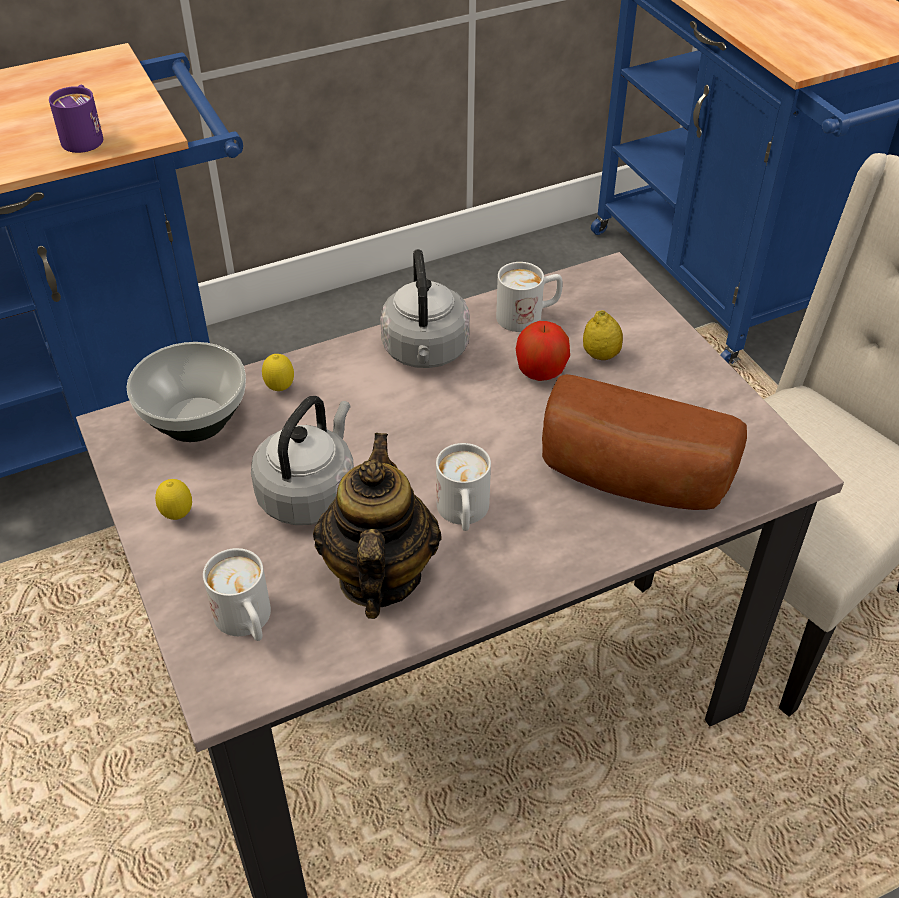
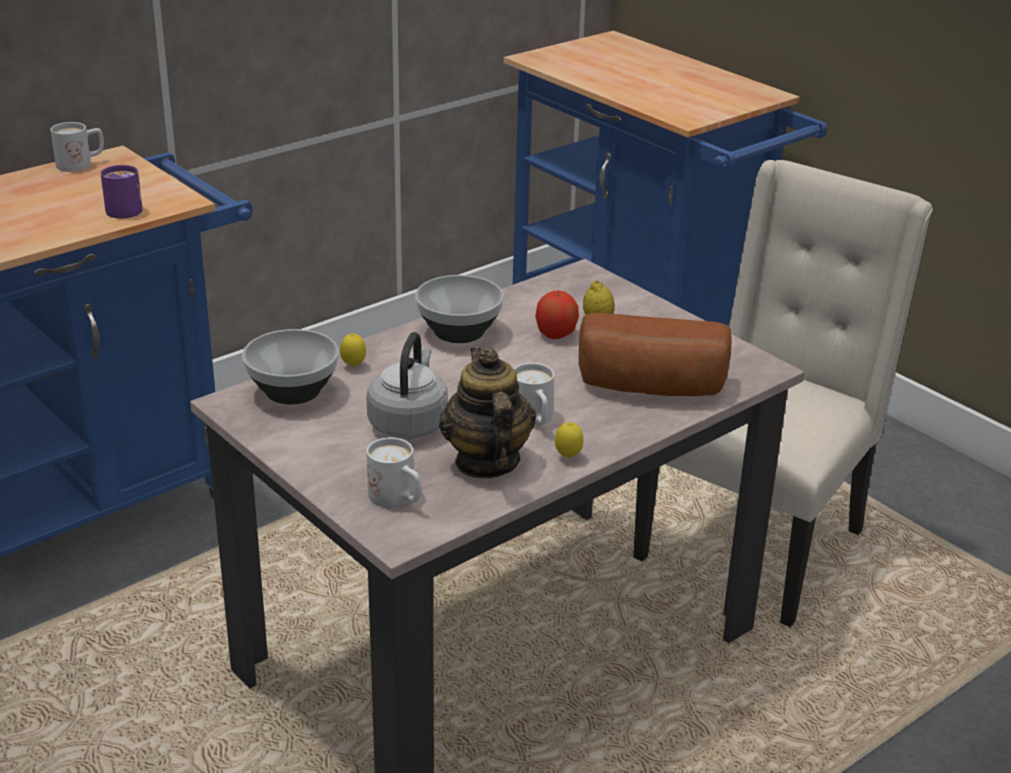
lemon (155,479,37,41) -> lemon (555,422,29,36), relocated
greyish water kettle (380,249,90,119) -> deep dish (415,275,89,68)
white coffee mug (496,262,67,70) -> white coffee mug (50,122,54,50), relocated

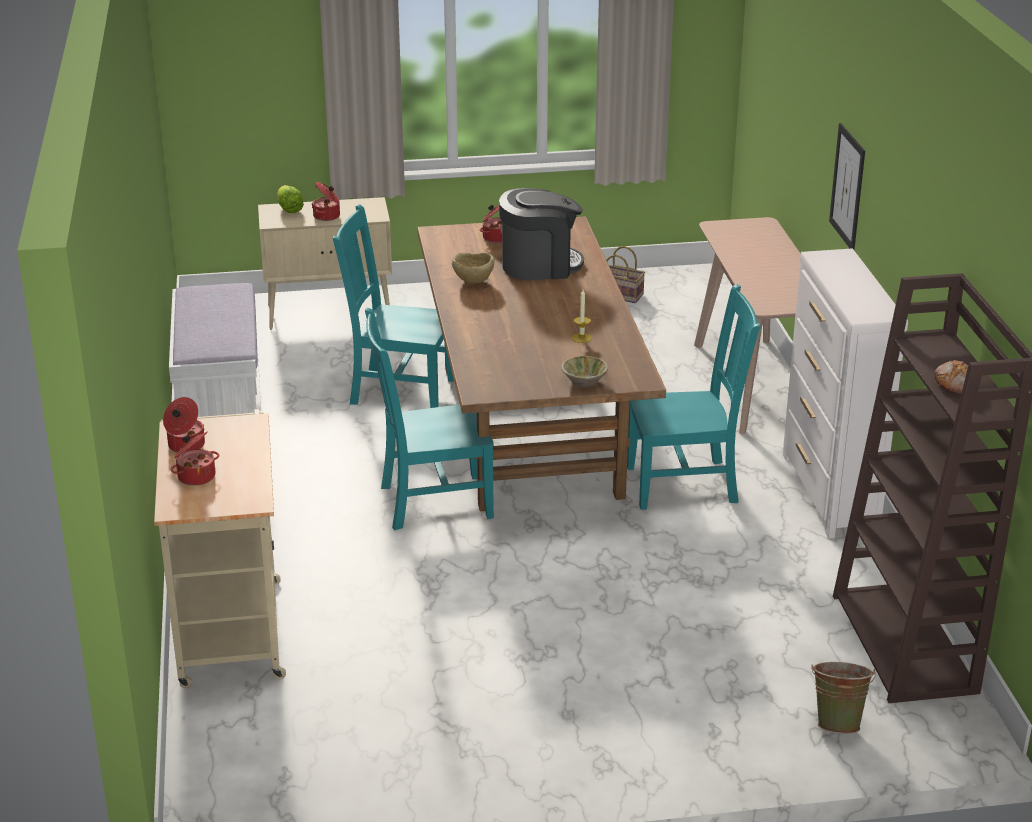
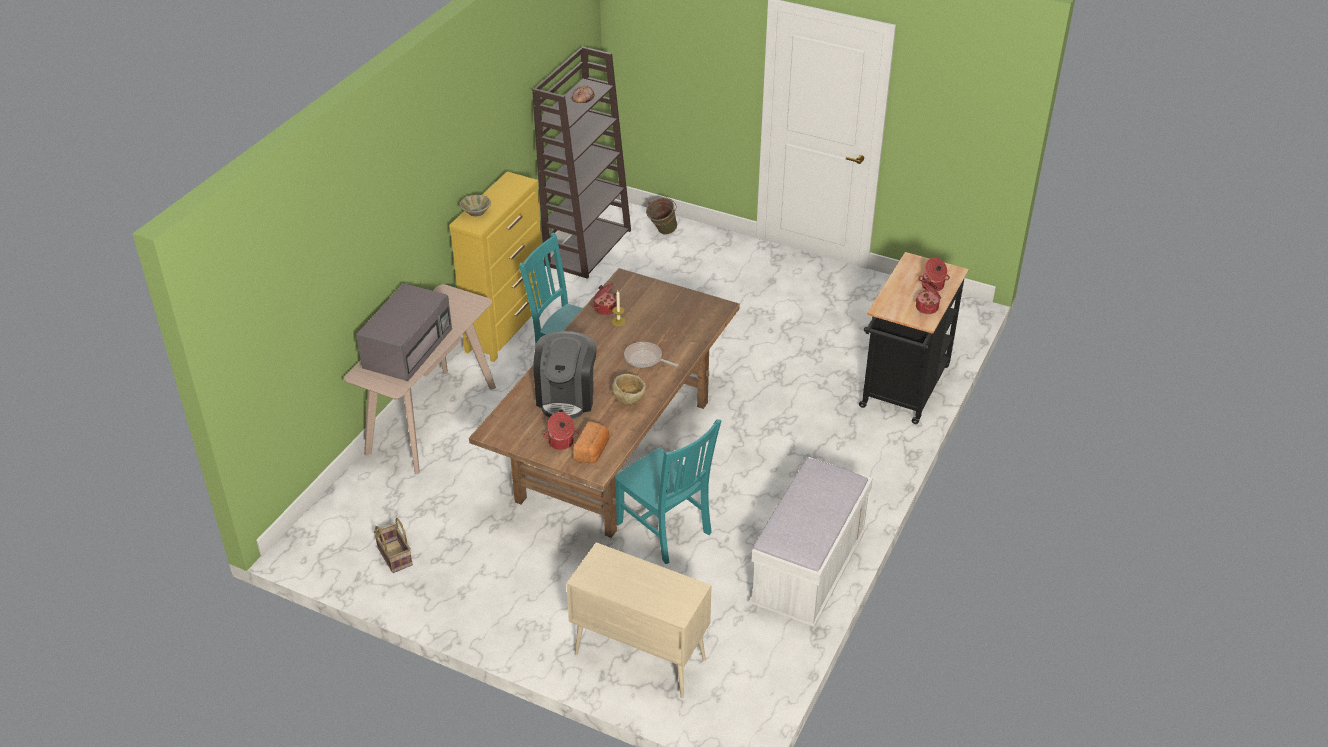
beige-coloured cart (154,409,132,279) -> black-coloured cart (859,252,110,172)
head of lettuce (277,185,27,28) -> none
cooking pot (312,182,28,39) -> cooking pot (591,283,26,32), relocated
turquoise upright chair (365,308,129,222) -> none
coffee brewer (499,188,85,92) -> coffee brewer (533,331,64,88), 105 degrees counterclockwise
beige-coloured deep dish (561,356,47,31) -> beige-coloured deep dish (460,195,31,22), relocated
white dresser (783,248,125,290) -> yellow dresser (449,172,93,190)
wall picture (829,123,36,127) -> none
none -> greyish kitchen microwave (356,283,96,98)
none -> bread (573,421,36,42)
none -> pan (624,342,54,26)

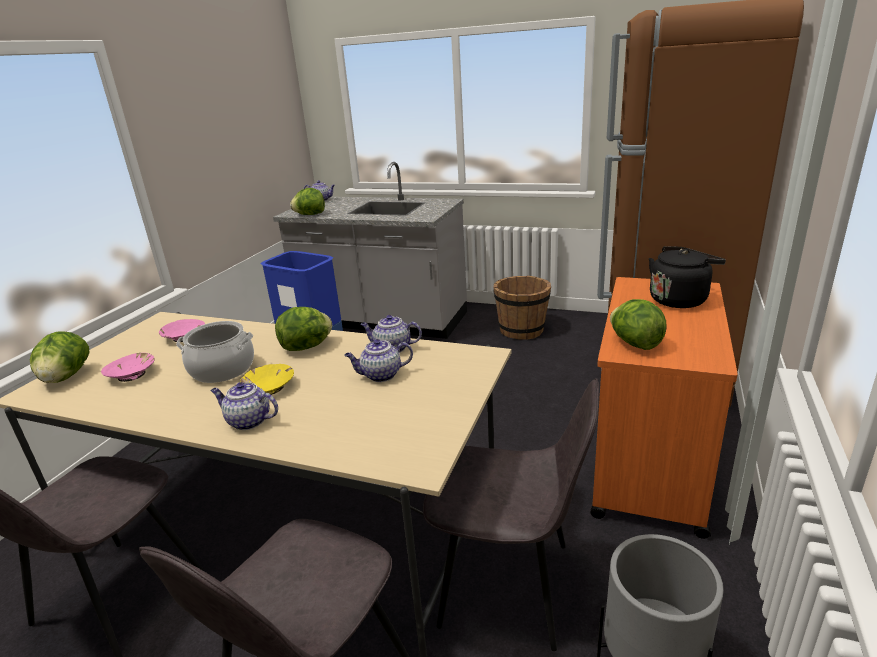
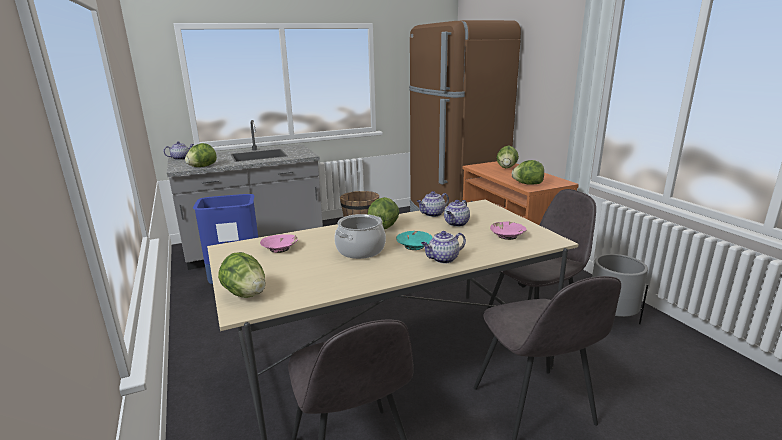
pink deep dish (101,353,54,29) -> pink deep dish (490,222,37,18), relocated
yellow deep dish (240,364,54,31) -> turquoise deep dish (396,231,36,19)
black-coloured water kettle (649,246,77,62) -> head of lettuce (496,145,23,23)

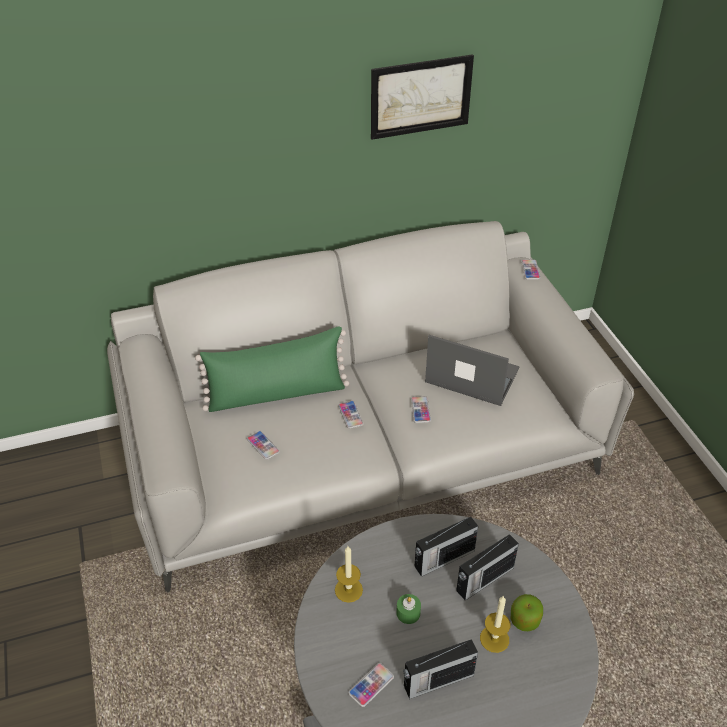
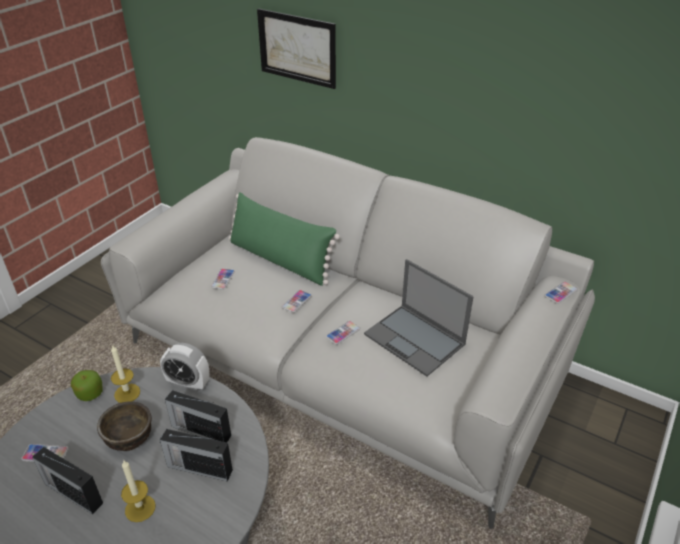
wall picture (371,54,103,86) -> wall picture (257,8,79,81), relocated
green wax light (396,594,25,30) -> brown deep dish (97,401,55,50)
portable computer (425,335,95,71) -> portable computer (364,259,110,118), 150 degrees clockwise
apple fruit (511,594,32,37) -> apple fruit (71,370,31,31), relocated
none -> table clock (160,343,49,48)

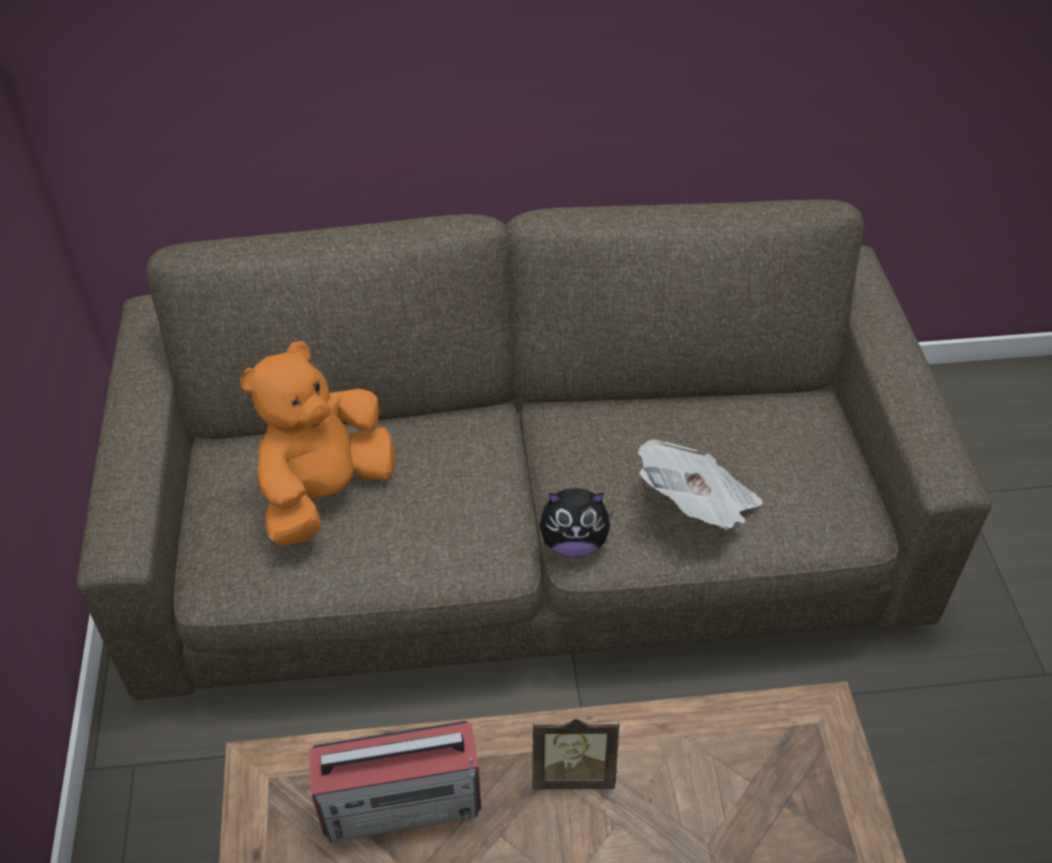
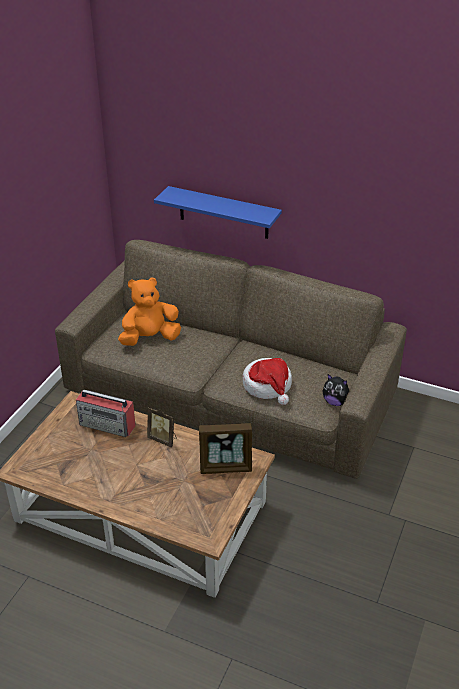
plush toy (539,488,75,69) -> plush toy (322,374,27,32), relocated
daily paper (638,439,124,91) -> hat (243,358,49,47)
none -> bluish bracket shelf (154,186,128,53)
none -> photo frame (199,423,53,51)

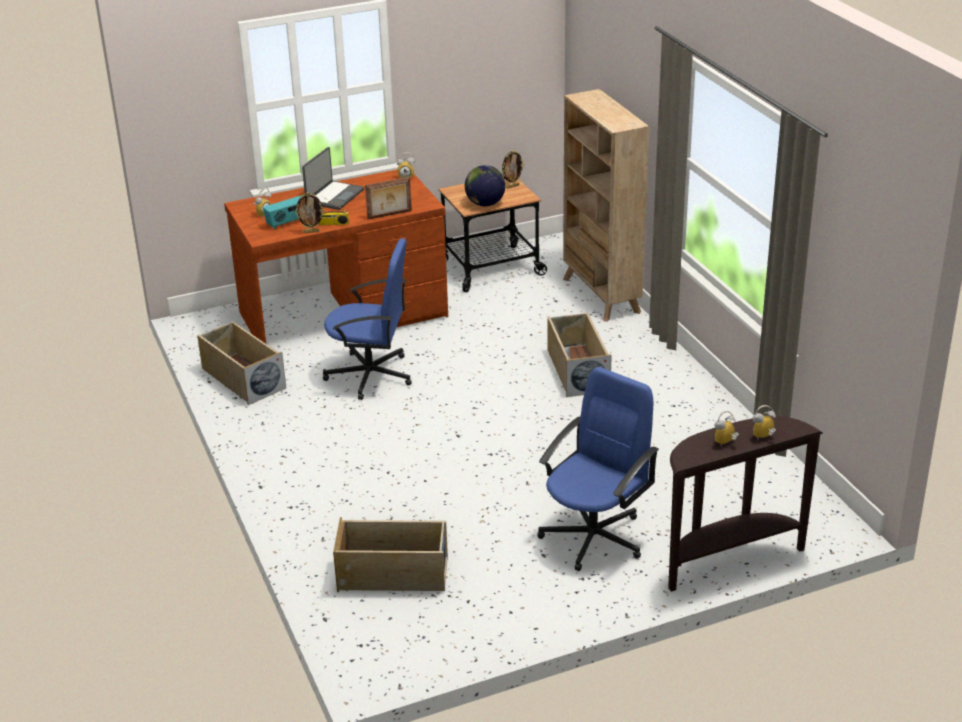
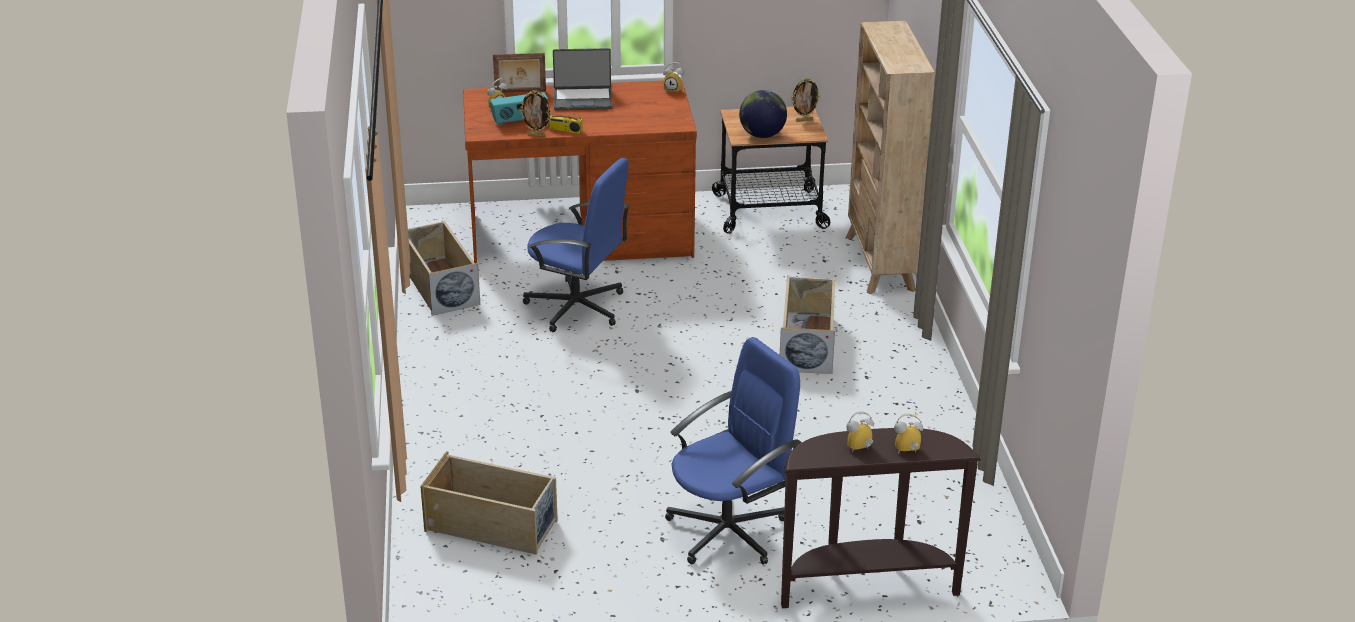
portable computer (302,147,62,63) -> portable computer (553,48,60,62), 45 degrees clockwise
photo frame (365,177,47,43) -> photo frame (493,53,53,40), relocated

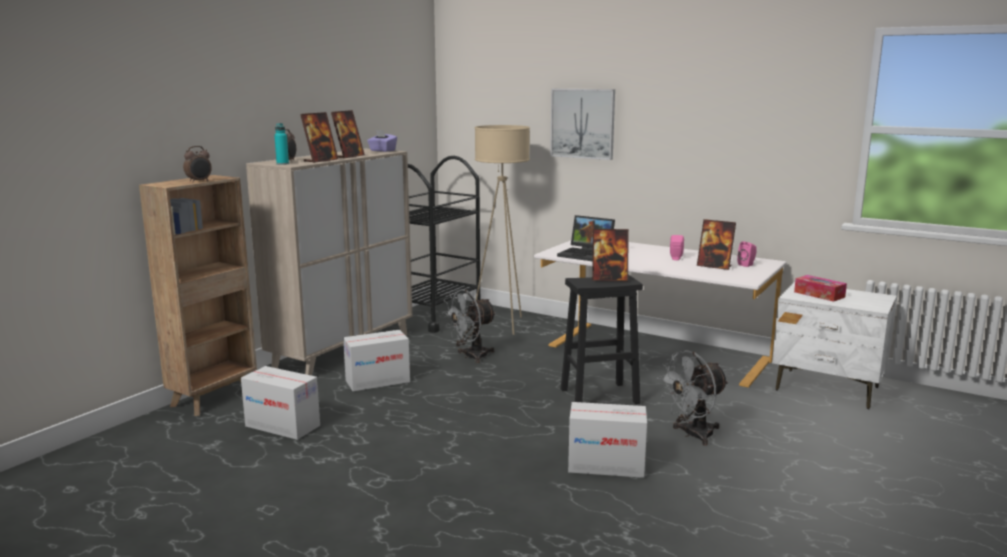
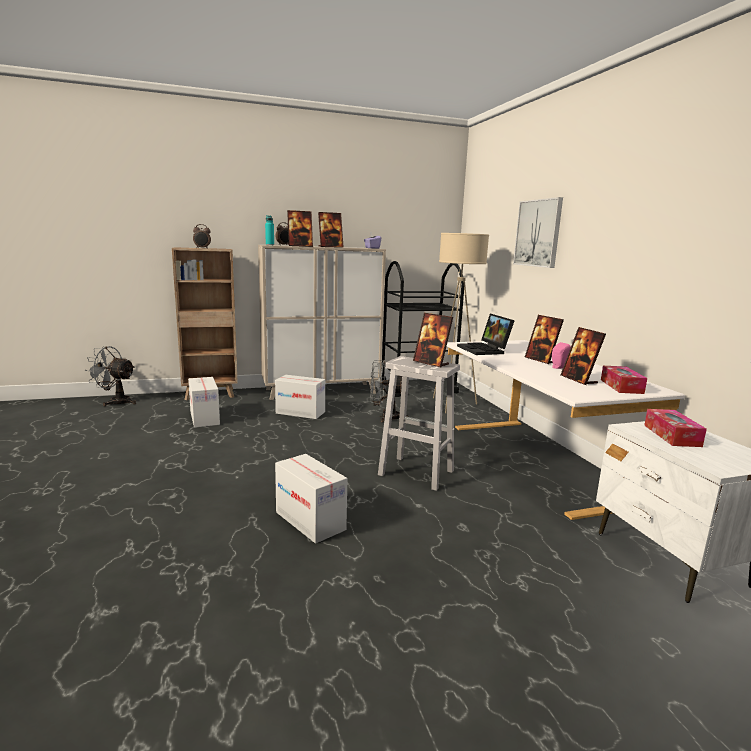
black-coloured stool (561,275,82,129) -> white stool (378,356,82,135)
greyish fan (657,350,72,96) -> greyish fan (85,346,51,60), relocated
pink loudspeaker (737,241,20,26) -> tissue holder (601,366,46,28)
none -> photo frame (525,315,39,49)

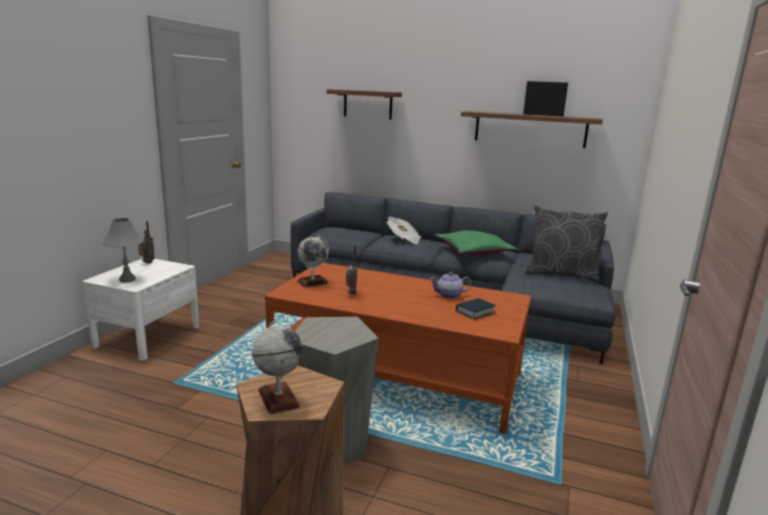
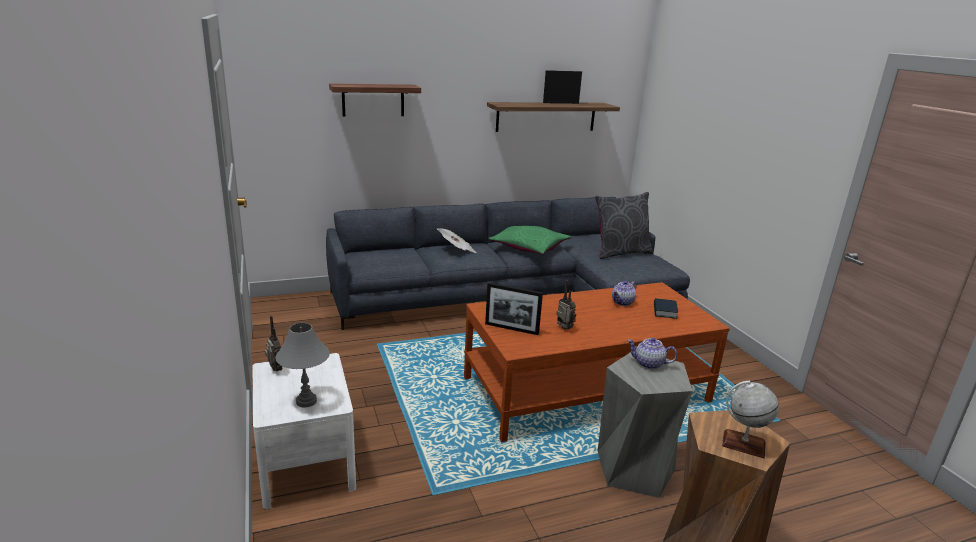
desk globe (297,235,32,52) -> photo frame (485,282,58,53)
none -> pot for tea (627,337,50,32)

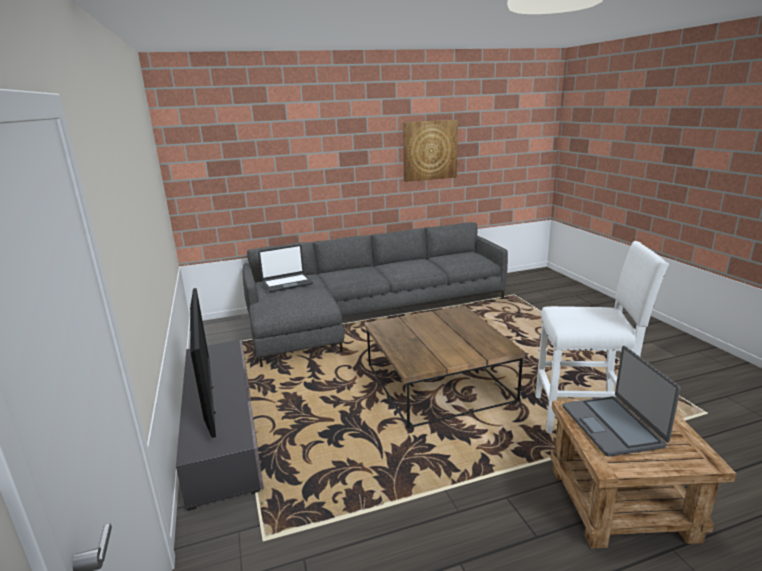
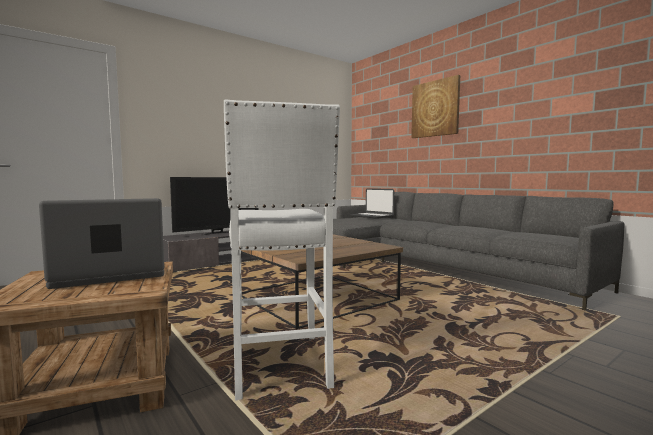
wall picture (403,120,55,62) -> wall picture (411,75,49,63), relocated

